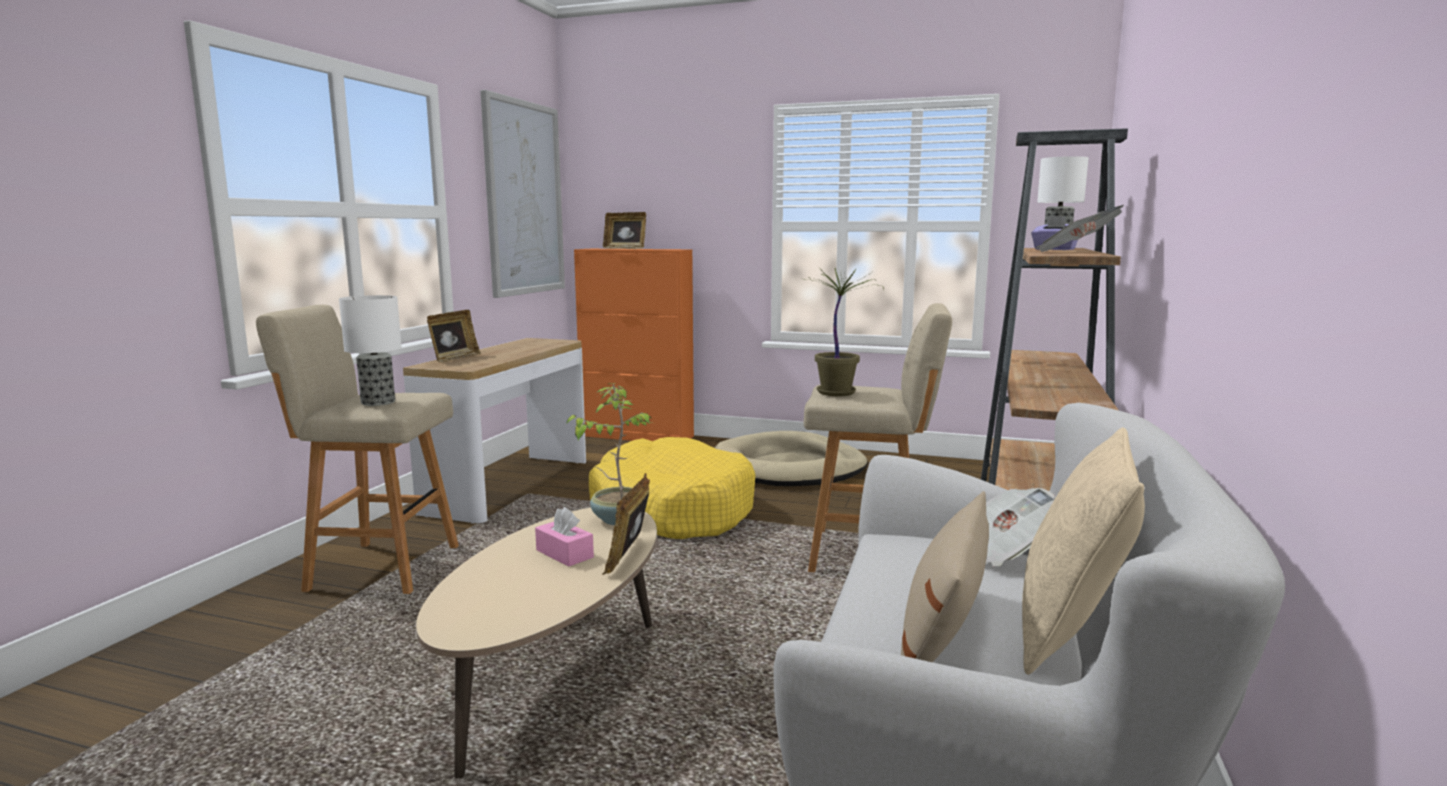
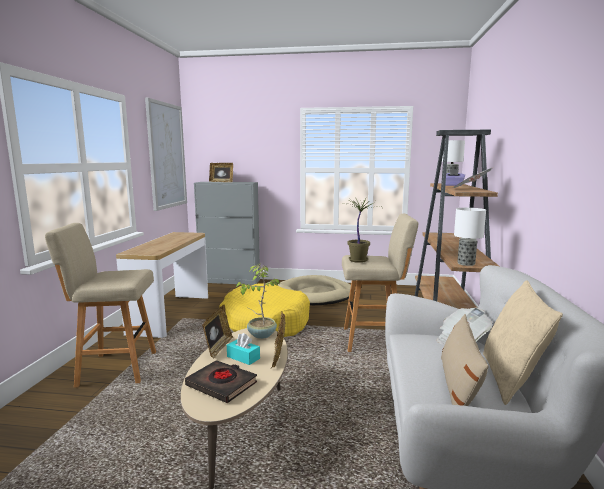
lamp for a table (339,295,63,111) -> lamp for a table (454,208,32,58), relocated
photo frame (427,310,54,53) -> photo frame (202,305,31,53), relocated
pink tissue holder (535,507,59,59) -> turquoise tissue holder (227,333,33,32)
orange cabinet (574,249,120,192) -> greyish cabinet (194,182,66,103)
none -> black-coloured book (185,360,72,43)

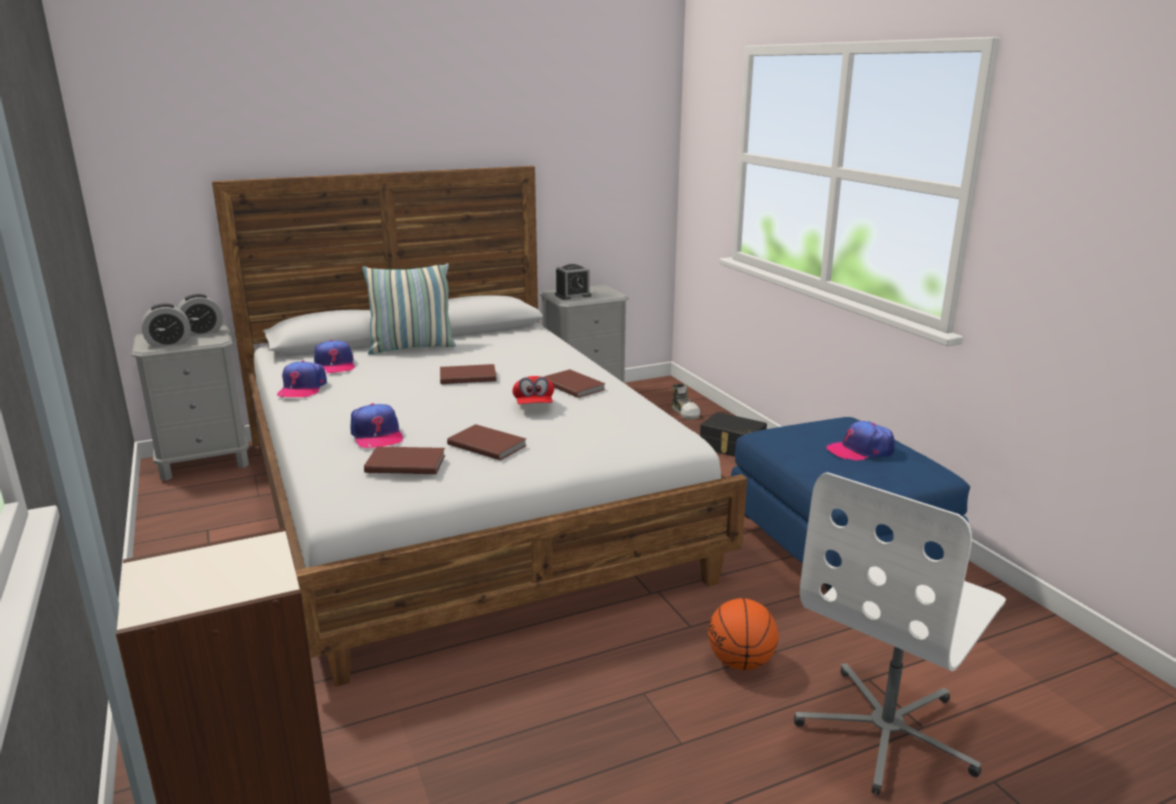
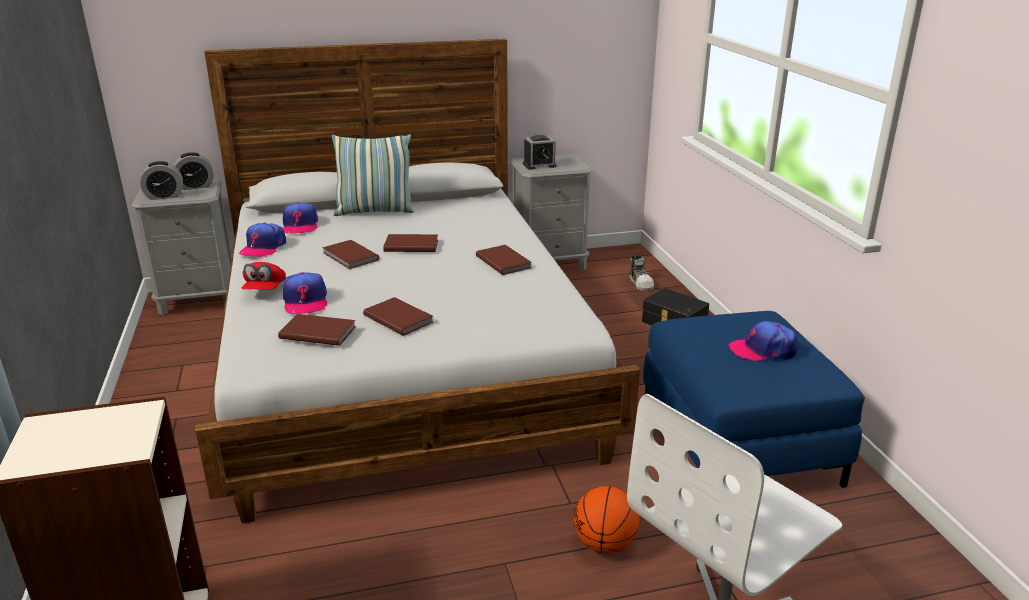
reddish cap (512,376,42,28) -> reddish cap (241,262,45,28), relocated
none -> brown book (322,240,57,29)

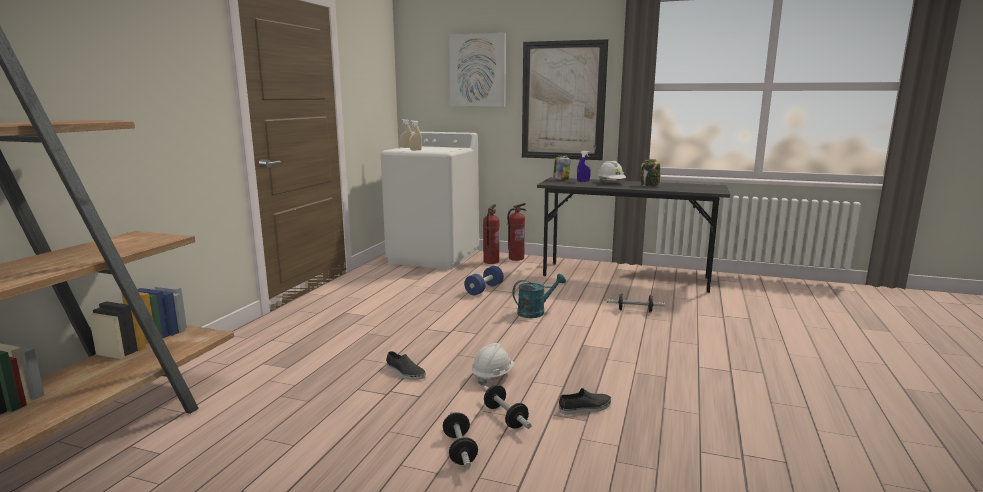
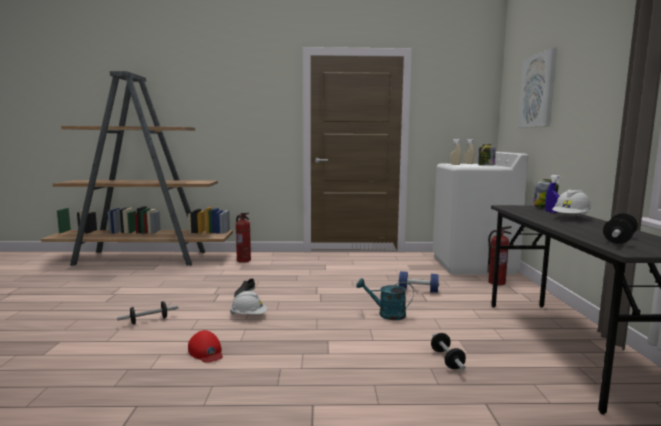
free weight (483,385,49,44) -> free weight (603,213,35,31), relocated
fire-fighting cylinder (507,203,19,58) -> fire-fighting cylinder (236,213,15,50), relocated
turquoise sprinkling can (512,274,54,44) -> turquoise sprinkling can (356,278,58,42), 150 degrees clockwise
wall picture (522,39,86,121) -> none
black-coloured shoe (559,388,52,27) -> reddish cap (188,330,35,33)
jar (641,159,20,27) -> jar (478,144,18,22), relocated

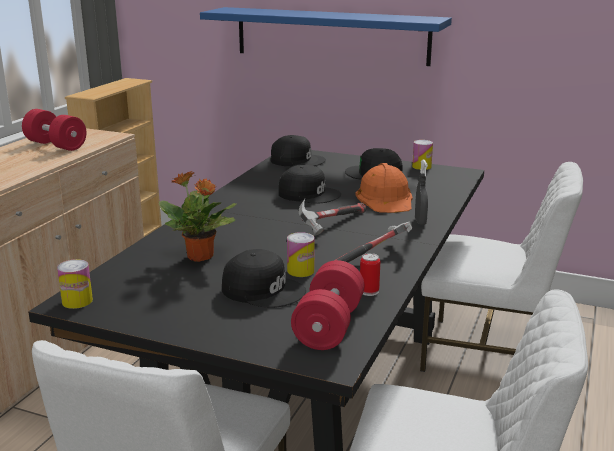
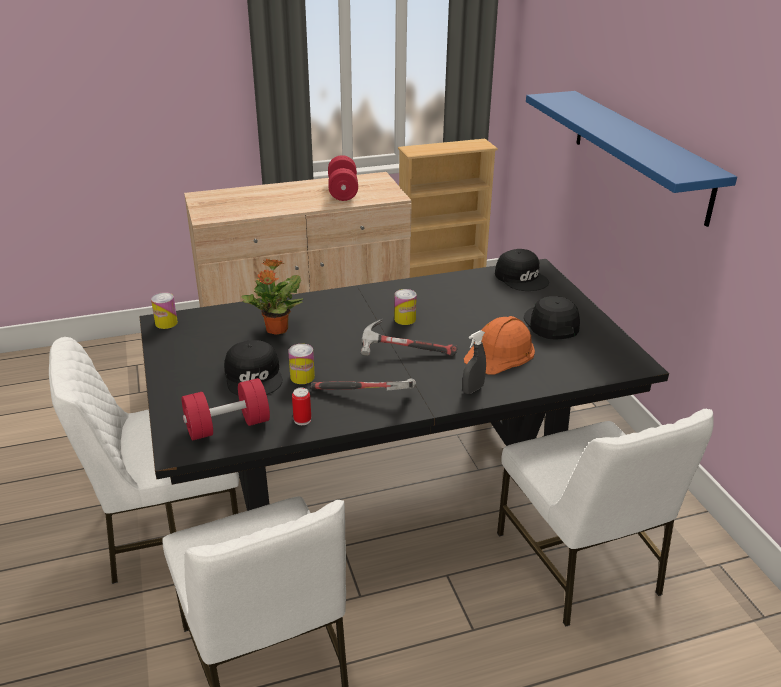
black-coloured cap (279,165,62,39) -> none
can (412,140,21,30) -> can (394,289,23,36), relocated

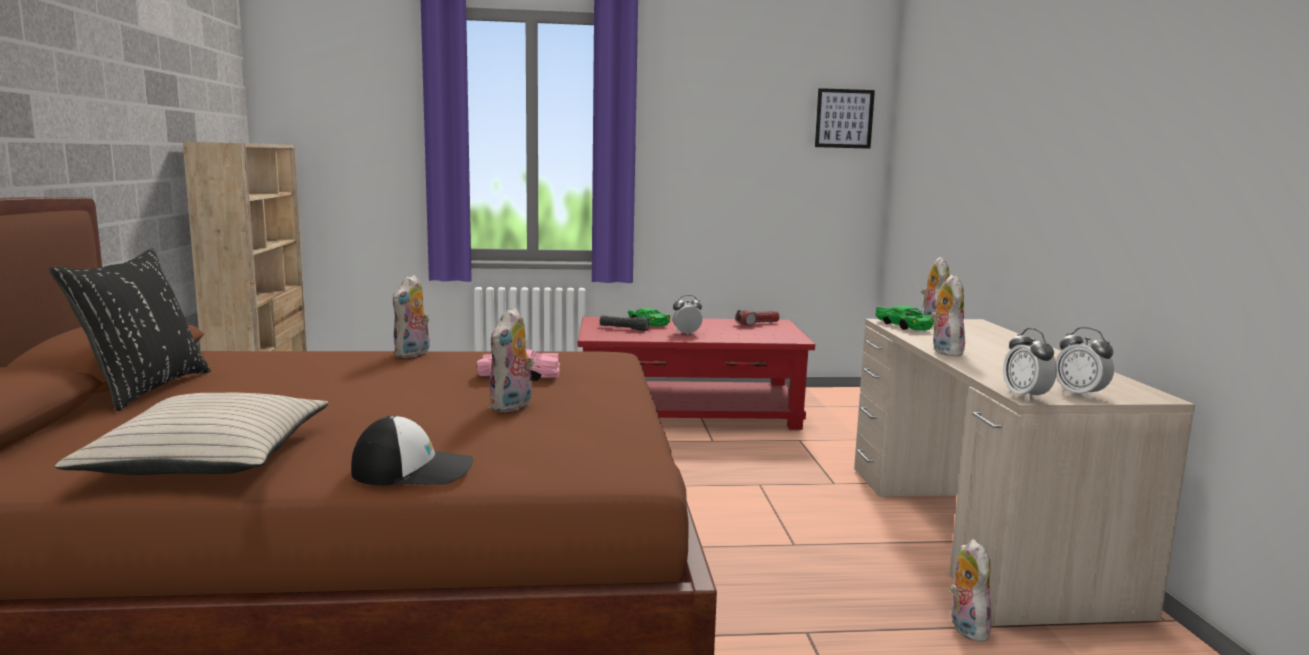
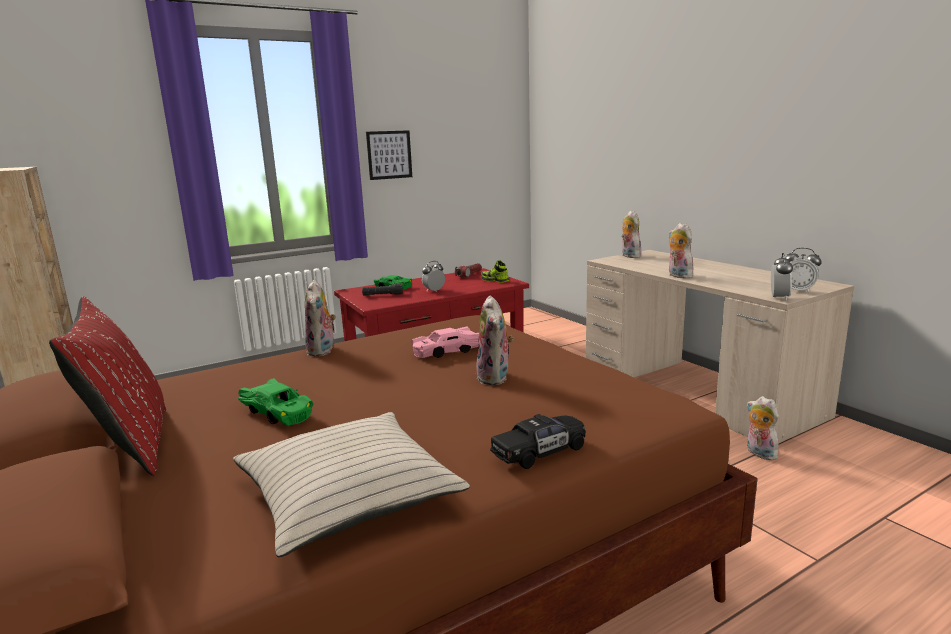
black-coloured cushion (49,248,162,163) -> reddish cushion (49,296,117,180)
cap (351,416,122,70) -> black-coloured toy car (490,414,96,55)
wall picture (815,88,60,61) -> wall picture (366,130,46,50), relocated
green toy car (875,306,59,25) -> green toy car (238,378,75,48), relocated
table clock (1003,328,54,73) -> table clock (771,253,22,48), 120 degrees counterclockwise
none -> shoe (481,260,28,23)

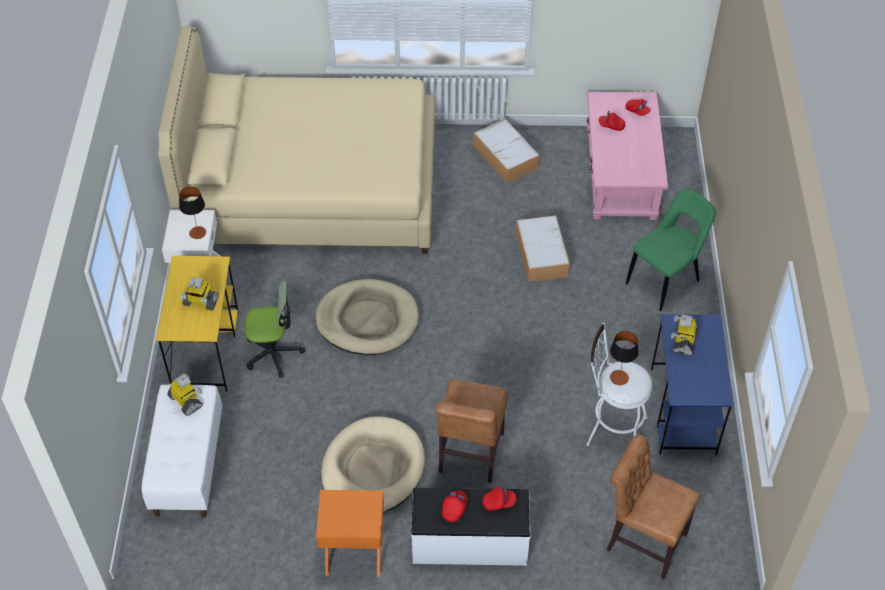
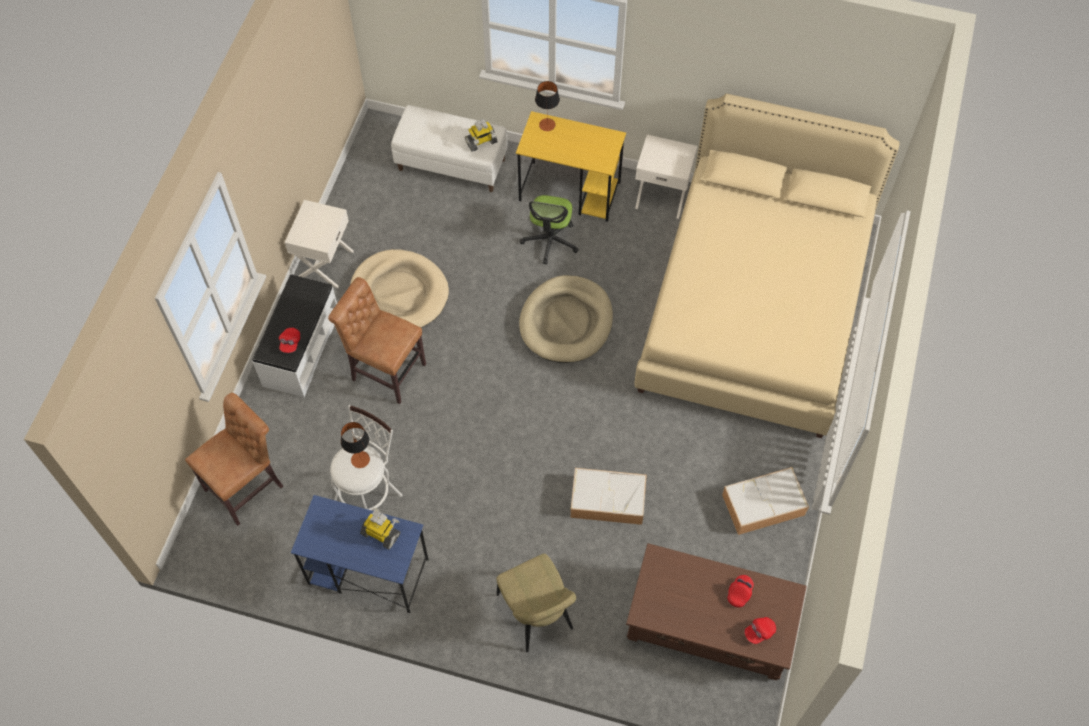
lamp for a table (179,186,27,53) -> lamp for a table (535,81,25,50), relocated
robot figure (181,277,38,33) -> none
orange night table (316,490,68,87) -> white night table (285,200,69,88)
reddish cap (442,490,26,32) -> none
pink coffee table (587,92,81,128) -> brown coffee table (626,543,181,138)
green upright chair (626,188,90,123) -> beige-coloured upright chair (496,554,80,98)

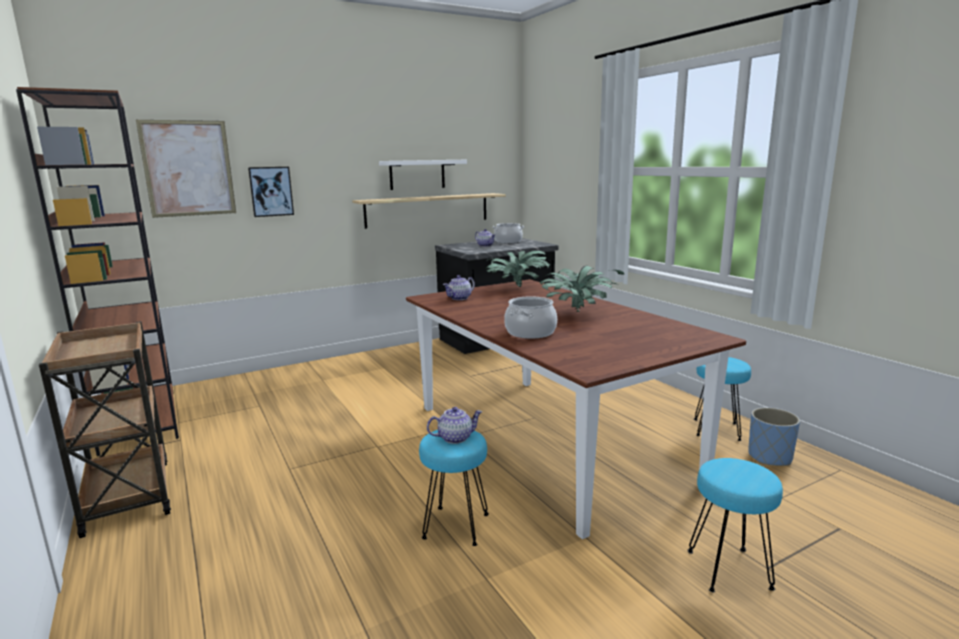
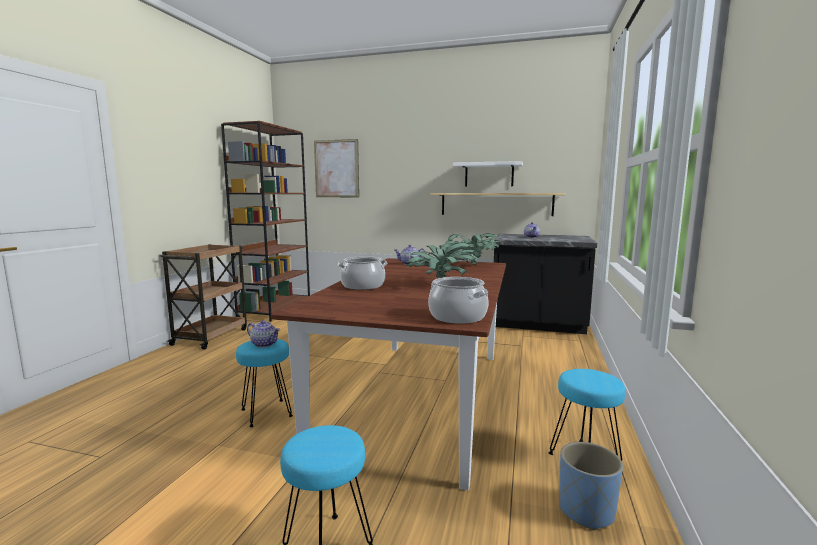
wall picture (248,167,46,50) -> none
cooking pot (492,223,32,20) -> cooking pot (428,277,61,47), relocated

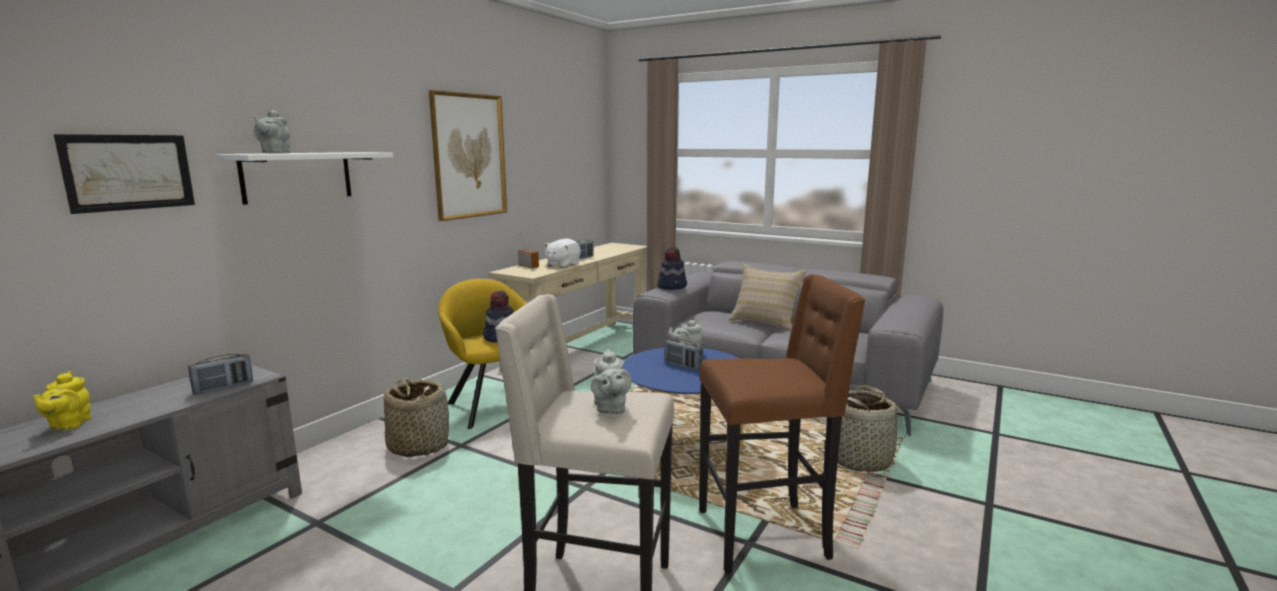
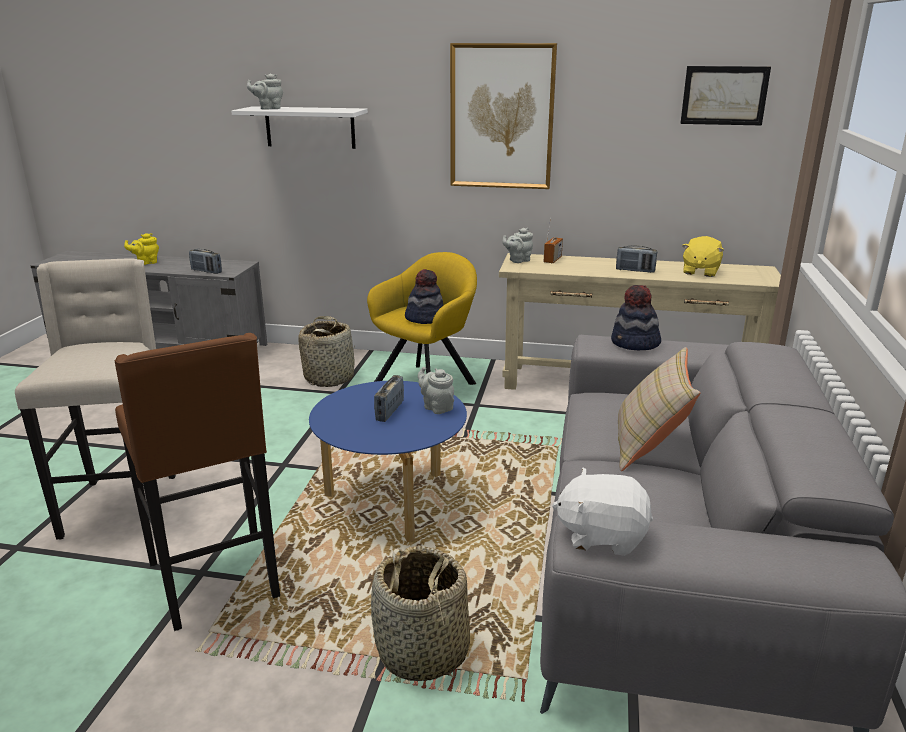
wall picture (54,134,141,80) -> wall picture (680,66,91,59), relocated
white plush toy (544,239,37,29) -> white plush toy (552,468,101,88), relocated
greyish pot for tea (590,349,42,65) -> greyish pot for tea (502,228,31,35), relocated
none -> yellow plush toy (682,236,42,41)

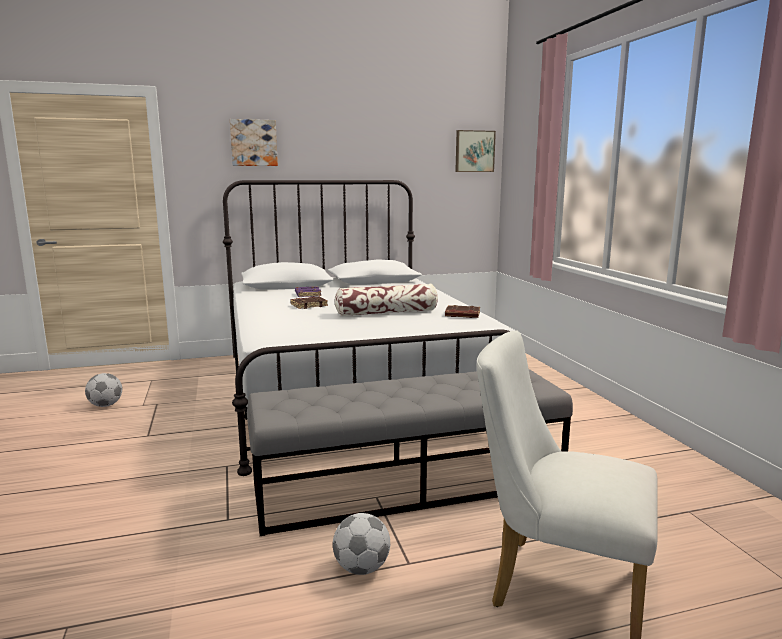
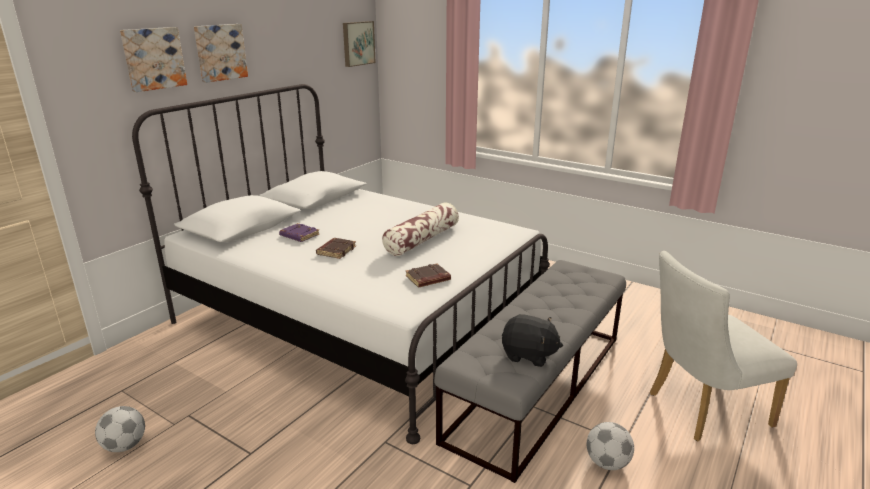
brown book (445,305,35,13) -> brown book (406,263,45,25), relocated
none -> wall picture (194,24,54,59)
none -> black-coloured plush toy (502,314,61,53)

